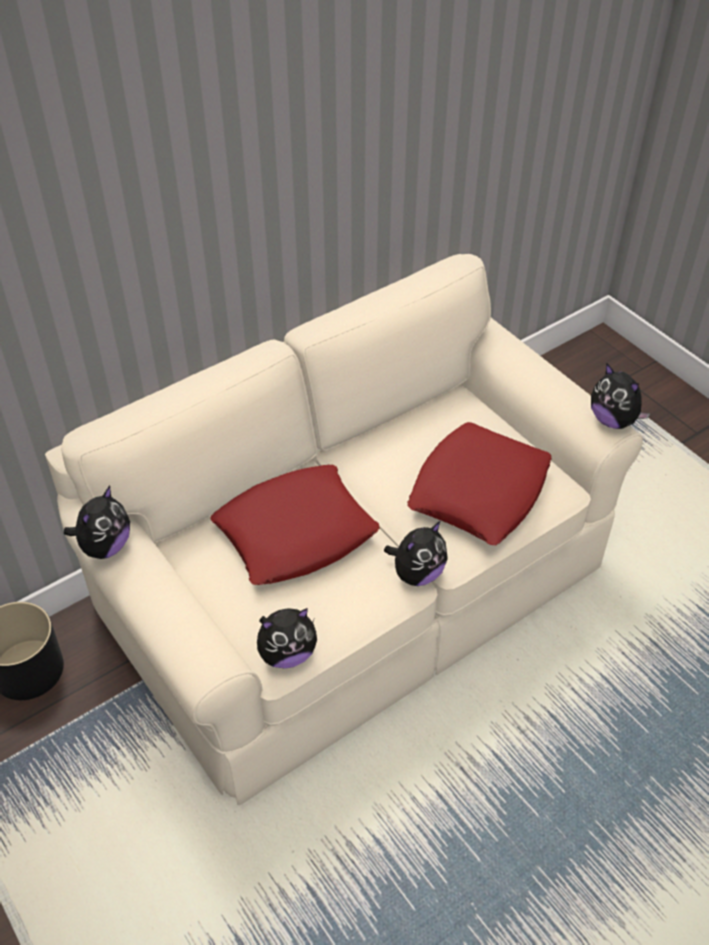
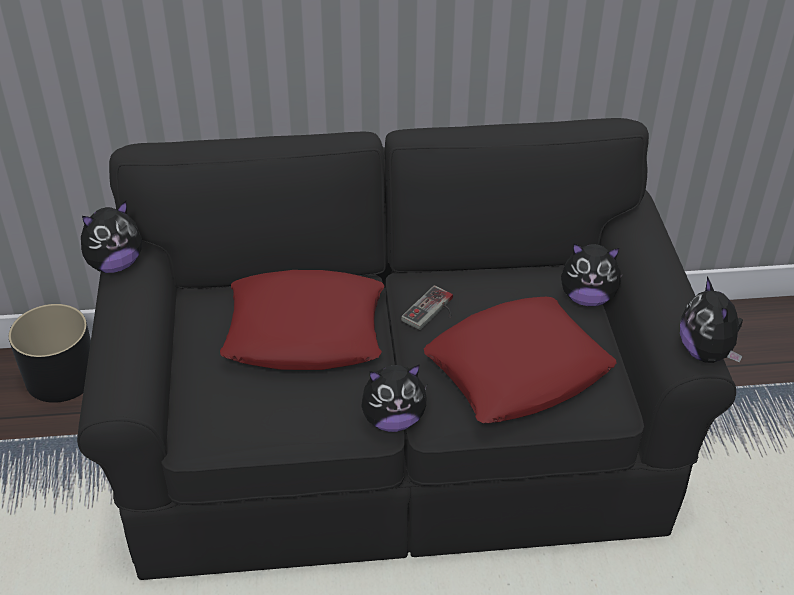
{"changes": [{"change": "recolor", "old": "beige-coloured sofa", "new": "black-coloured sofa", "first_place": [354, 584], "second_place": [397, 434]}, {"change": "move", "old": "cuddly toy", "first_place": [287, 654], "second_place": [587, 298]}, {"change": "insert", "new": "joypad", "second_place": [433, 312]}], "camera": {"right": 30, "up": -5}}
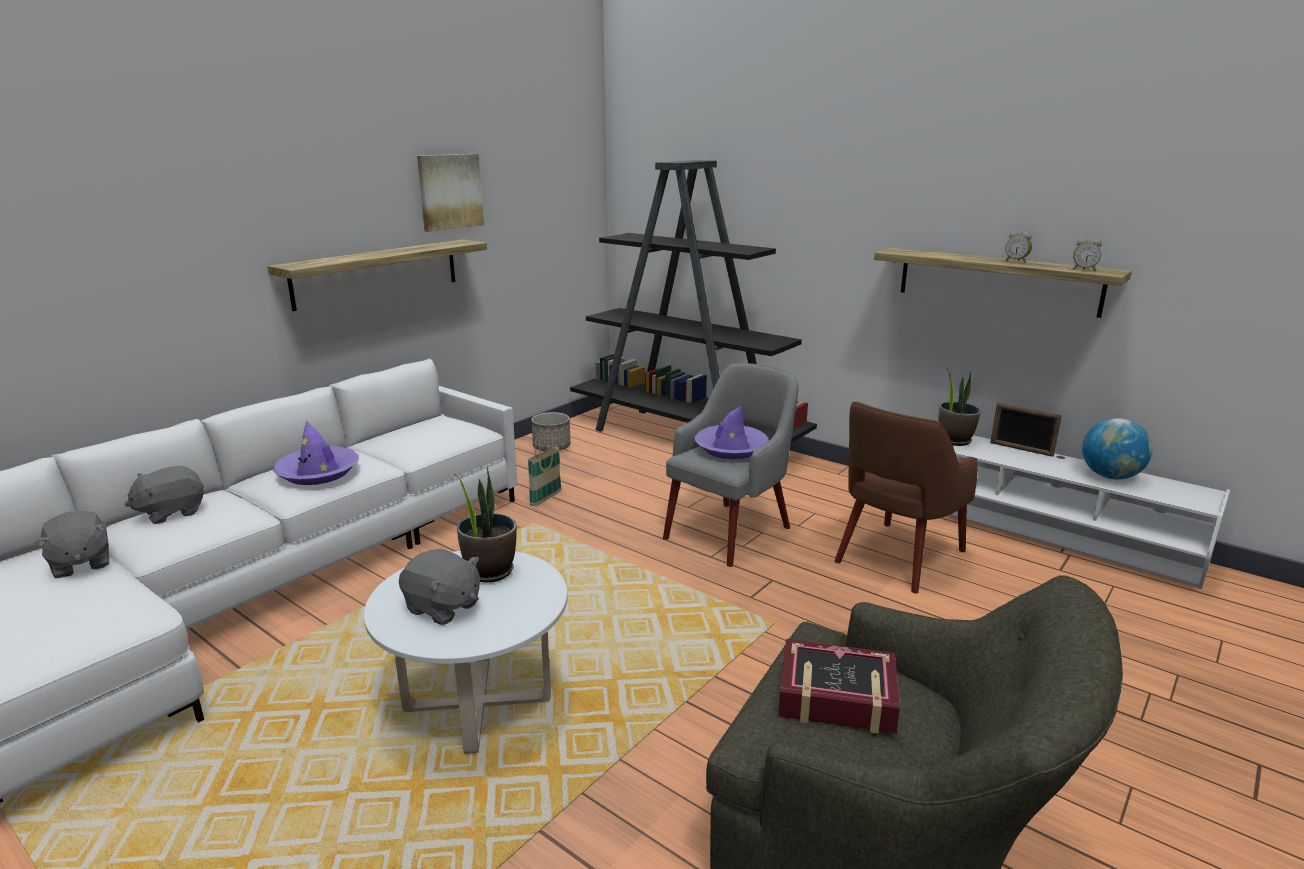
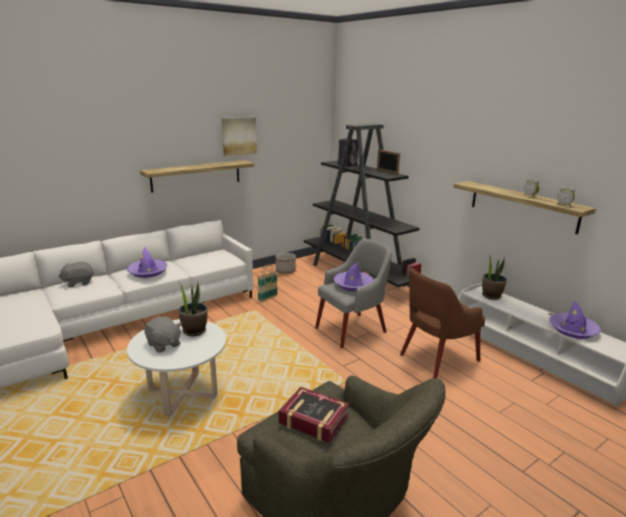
{"changes": [{"change": "delete", "old": "grey cuddly toy", "first_place": [80, 564]}, {"change": "move", "old": "photo frame", "first_place": [1021, 449], "second_place": [387, 172]}, {"change": "replace", "old": "globe", "new": "purplish clothing hat", "first_place": [1110, 476], "second_place": [573, 330]}, {"change": "insert", "new": "black-coloured audio speaker", "second_place": [347, 165]}], "camera": {"right": 15, "up": 0}}
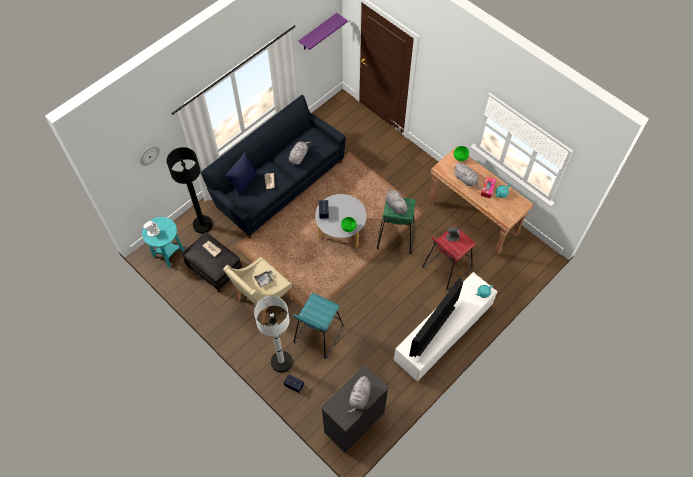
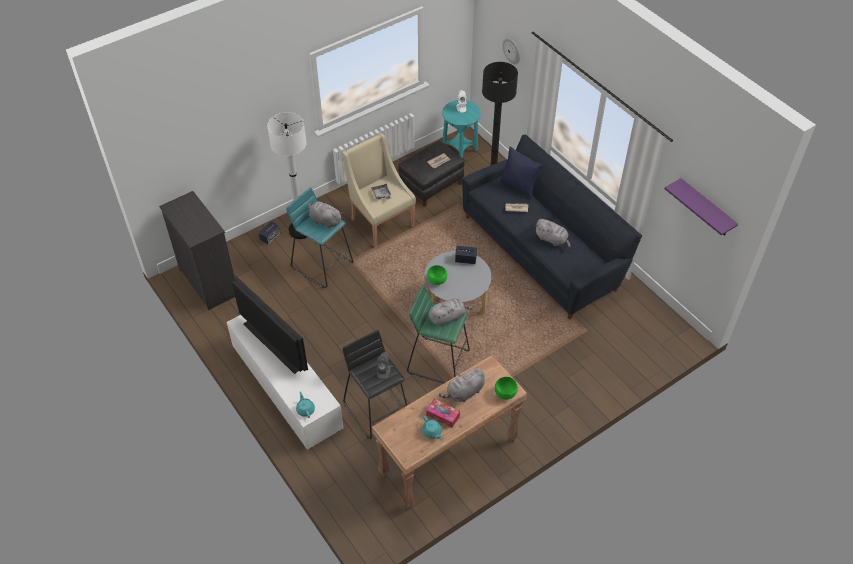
{"changes": [{"change": "move", "old": "grey cuddly toy", "first_place": [360, 397], "second_place": [324, 221]}, {"change": "recolor", "old": "red-coloured sitting stool", "new": "black-coloured sitting stool", "first_place": [446, 268], "second_place": [377, 410]}], "camera": {"right": 100, "up": -10}}
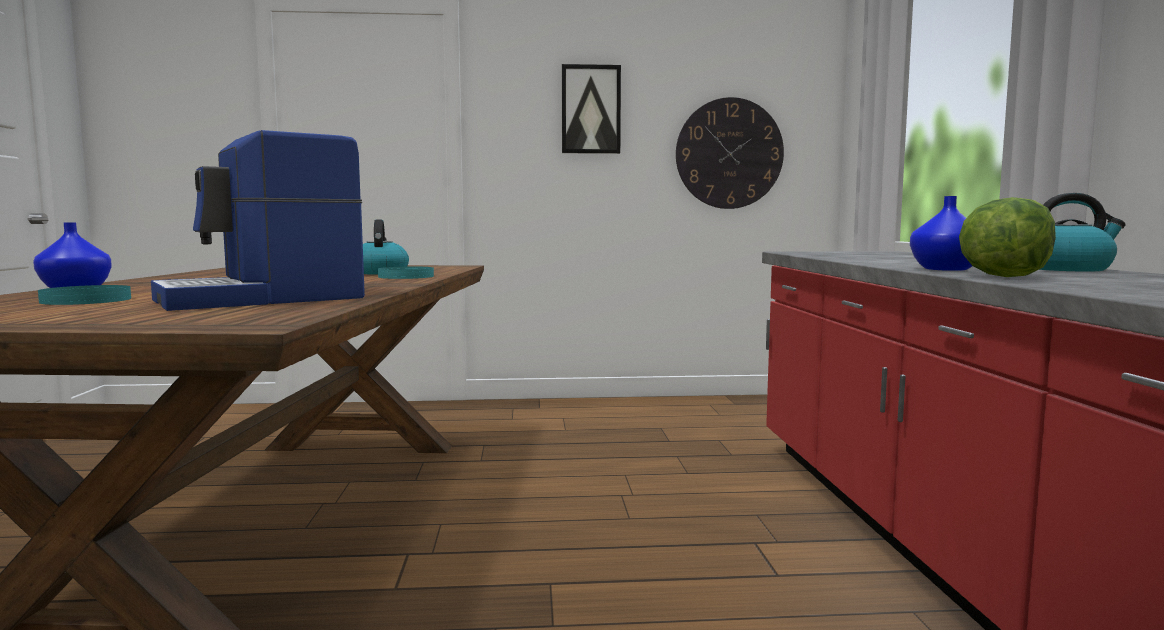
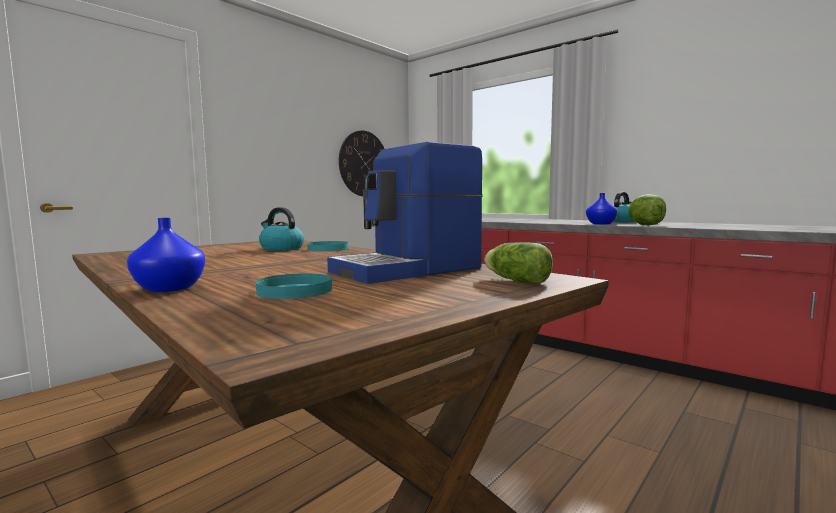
{"changes": [{"change": "rotate", "old": "coffee machine", "first_place": [263, 299], "second_place": [409, 270], "degrees": 45}, {"change": "delete", "old": "wall picture", "first_place": [590, 109]}, {"change": "insert", "new": "lettuce head", "second_place": [515, 280]}], "camera": {"right": -45, "up": 0}}
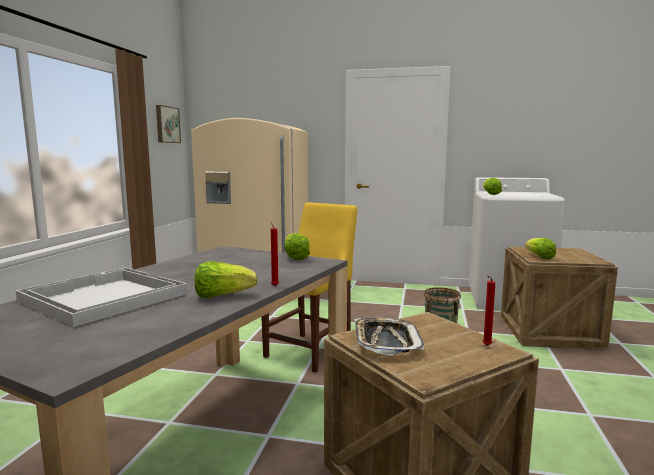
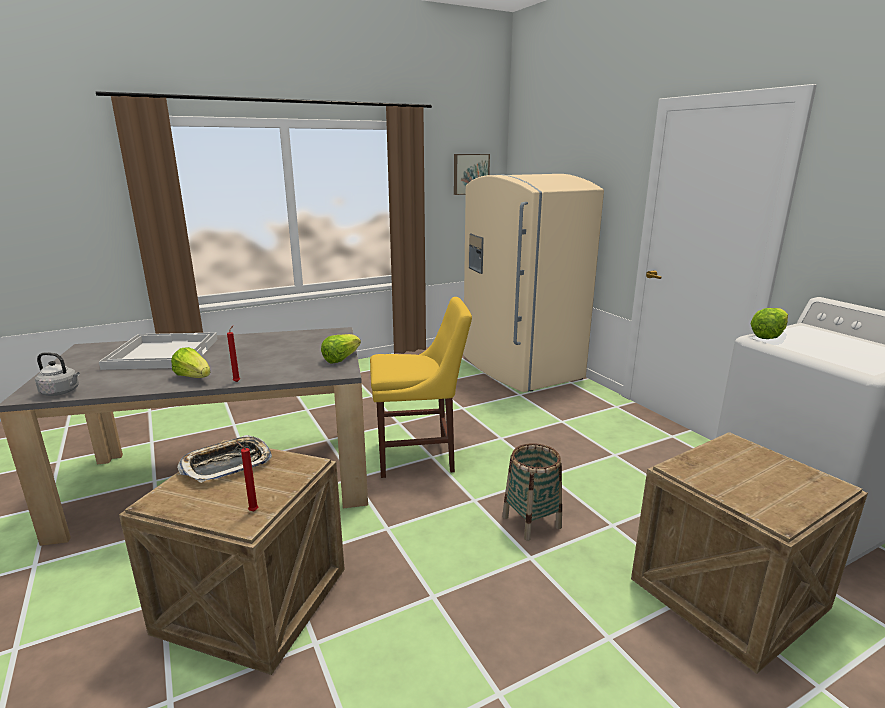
{"changes": [{"change": "delete", "old": "lettuce head", "first_place": [539, 257]}, {"change": "insert", "new": "grey kettle", "second_place": [62, 392]}], "camera": {"right": 50, "up": 10}}
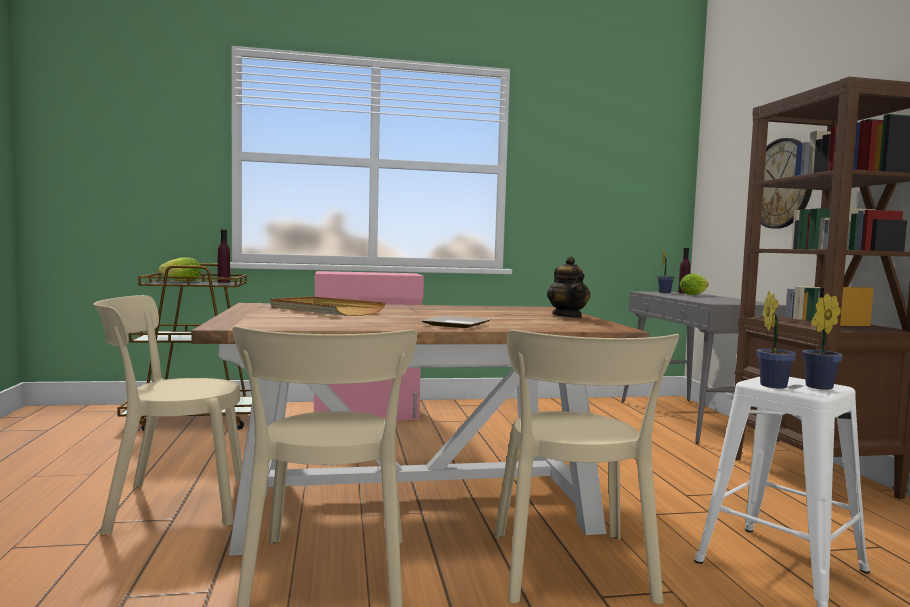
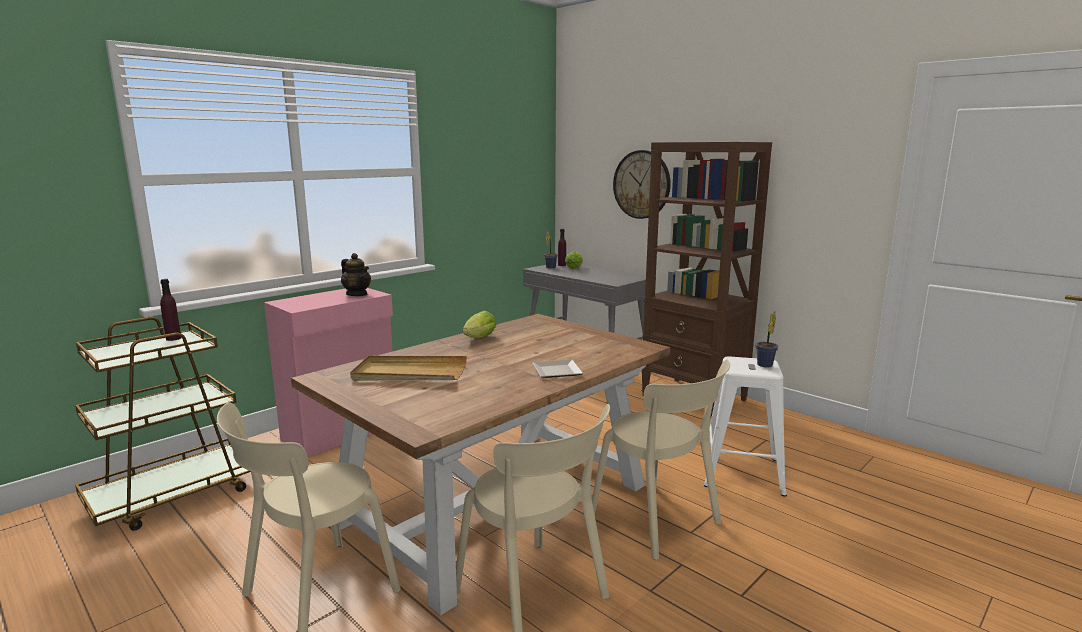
{"changes": [{"change": "move", "old": "lettuce head", "first_place": [179, 281], "second_place": [478, 338]}, {"change": "move", "old": "teapot", "first_place": [567, 316], "second_place": [357, 294]}, {"change": "delete", "old": "potted plant", "first_place": [772, 385]}], "camera": {"right": -35, "up": 10}}
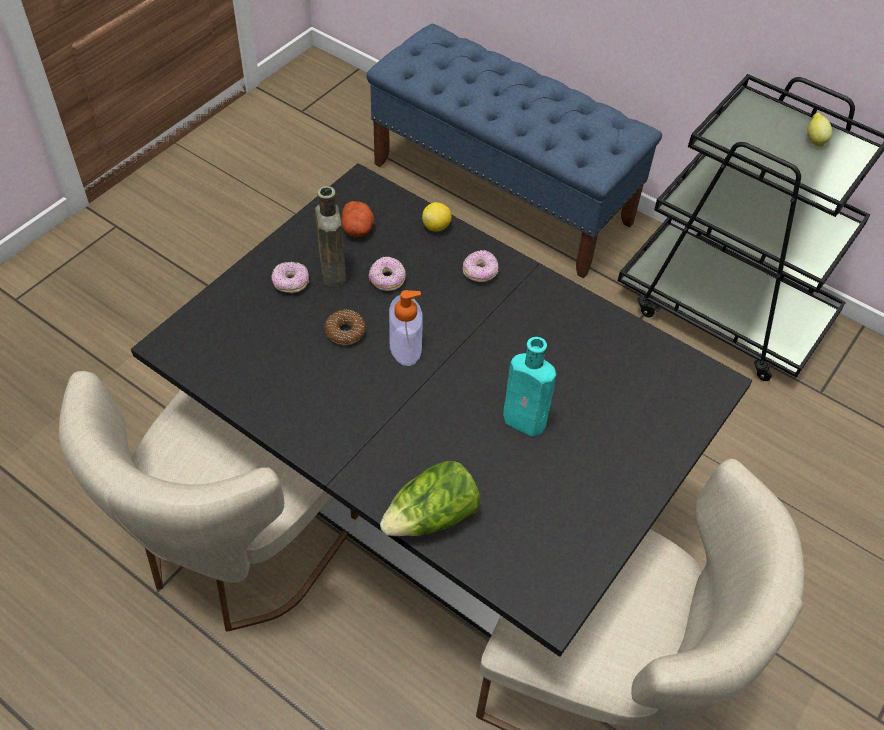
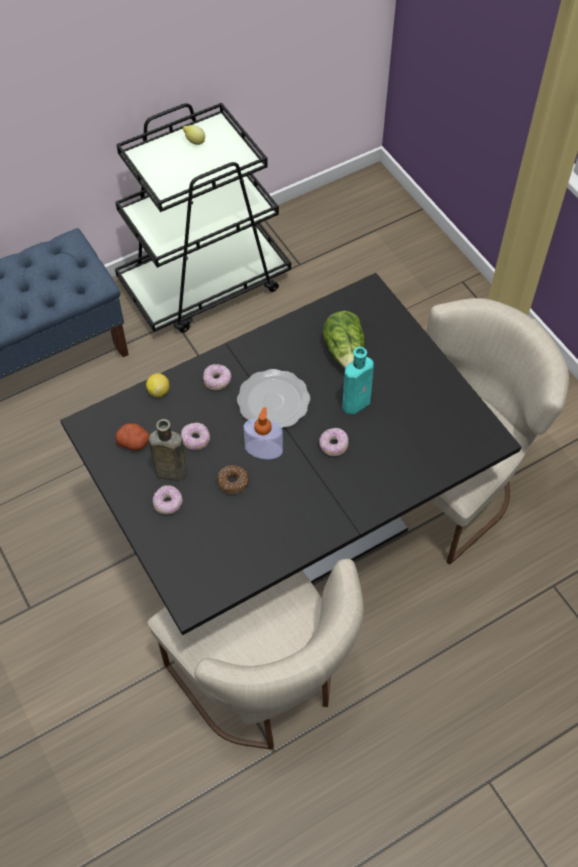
{"changes": [{"change": "move", "old": "lettuce head", "first_place": [432, 517], "second_place": [345, 351]}, {"change": "insert", "new": "dinner plate", "second_place": [272, 401]}, {"change": "insert", "new": "ring doughnut", "second_place": [333, 445]}], "camera": {"right": -65, "up": 5}}
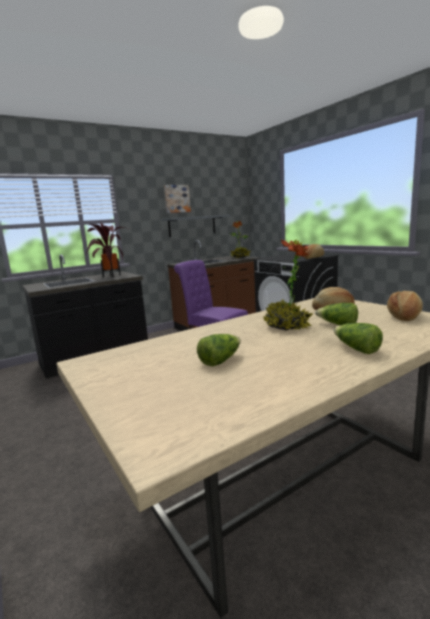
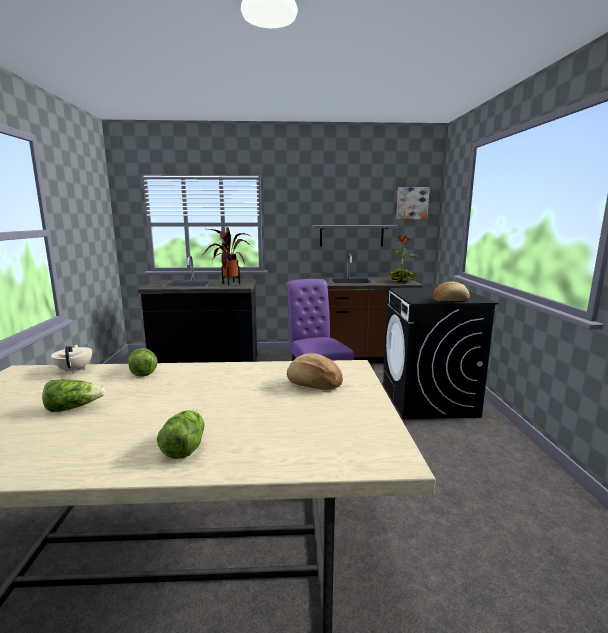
{"changes": [{"change": "move", "old": "wall picture", "first_place": [176, 198], "second_place": [412, 203]}, {"change": "delete", "old": "potted plant", "first_place": [287, 326]}, {"change": "move", "old": "lettuce head", "first_place": [338, 325], "second_place": [142, 371]}, {"change": "delete", "old": "bread", "first_place": [405, 316]}, {"change": "insert", "new": "beige-coloured teapot", "second_place": [75, 370]}], "camera": {"right": 30, "up": 0}}
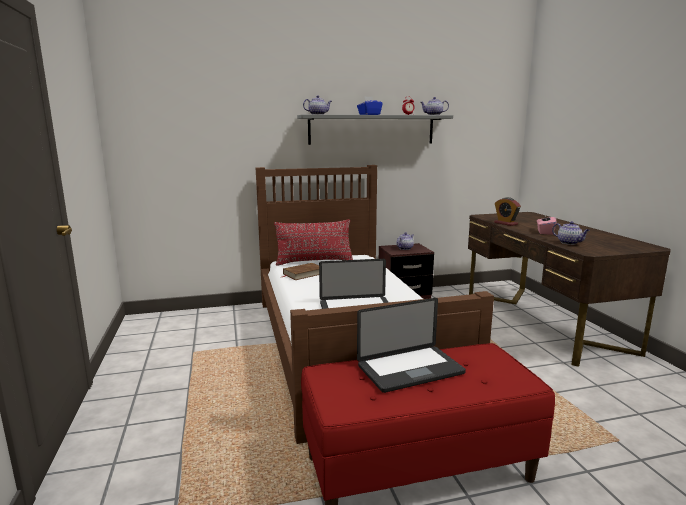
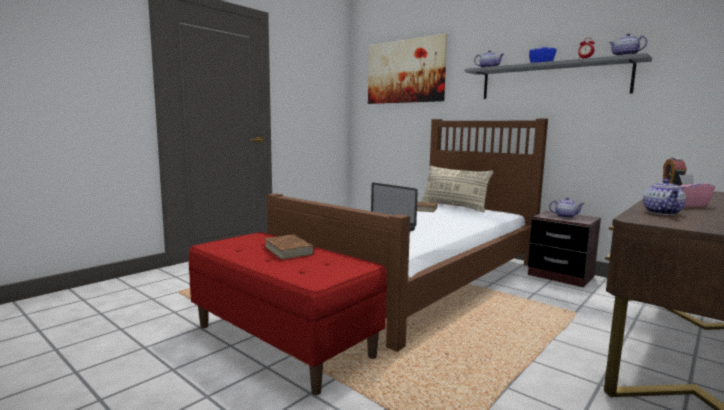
{"changes": [{"change": "recolor", "old": "red-coloured throw pillow", "new": "beige-coloured throw pillow", "first_place": [314, 261], "second_place": [453, 206]}, {"change": "replace", "old": "laptop", "new": "brown book", "first_place": [410, 370], "second_place": [288, 250]}, {"change": "insert", "new": "wall picture", "second_place": [405, 71]}], "camera": {"right": 55, "up": -5}}
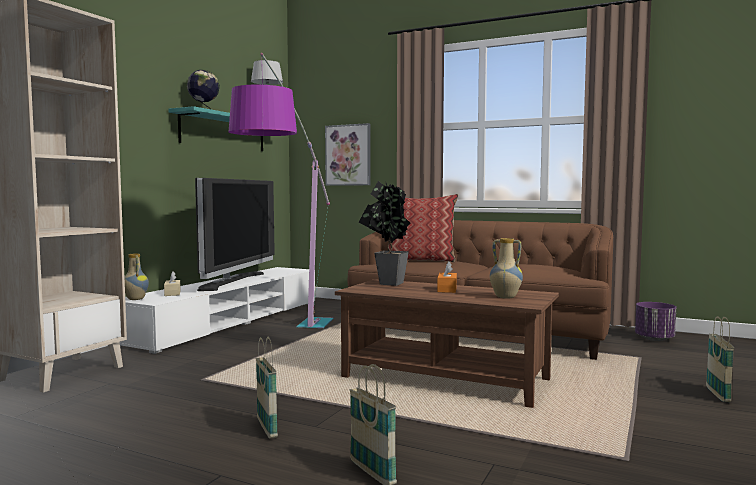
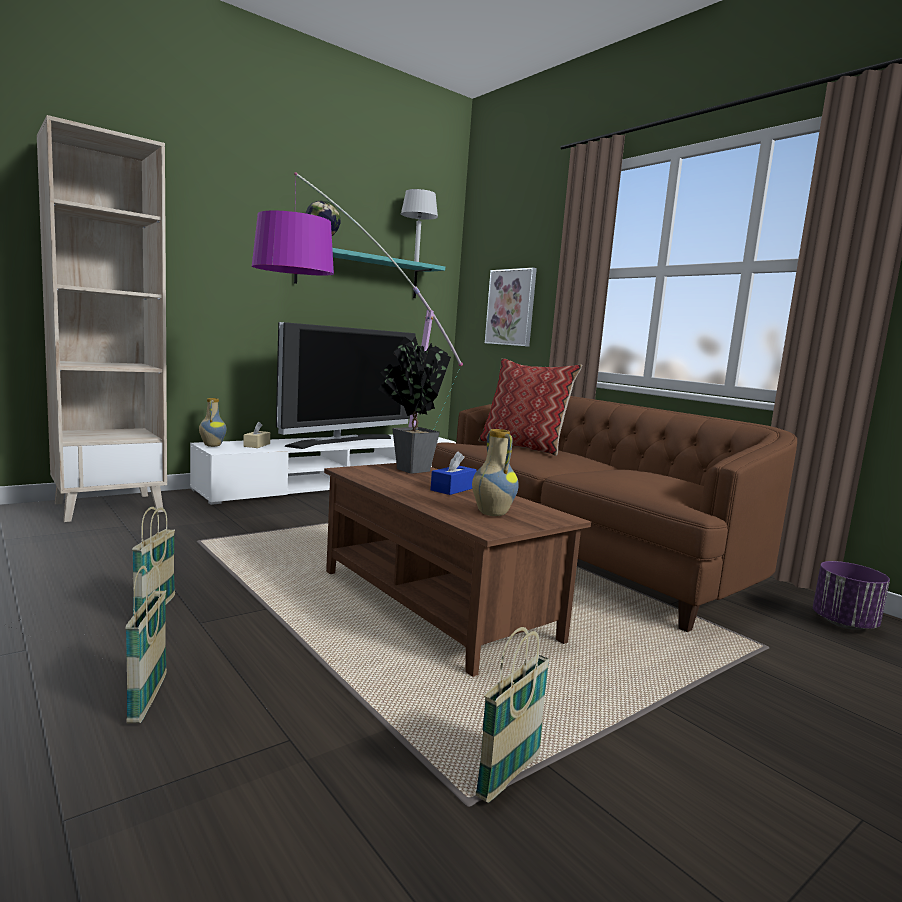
{"changes": [{"change": "recolor", "old": "orange tissue box", "new": "blue-coloured tissue box", "first_place": [447, 289], "second_place": [453, 489]}, {"change": "move", "old": "storage basket", "first_place": [717, 395], "second_place": [509, 777]}], "camera": {"right": 25, "up": 5}}
